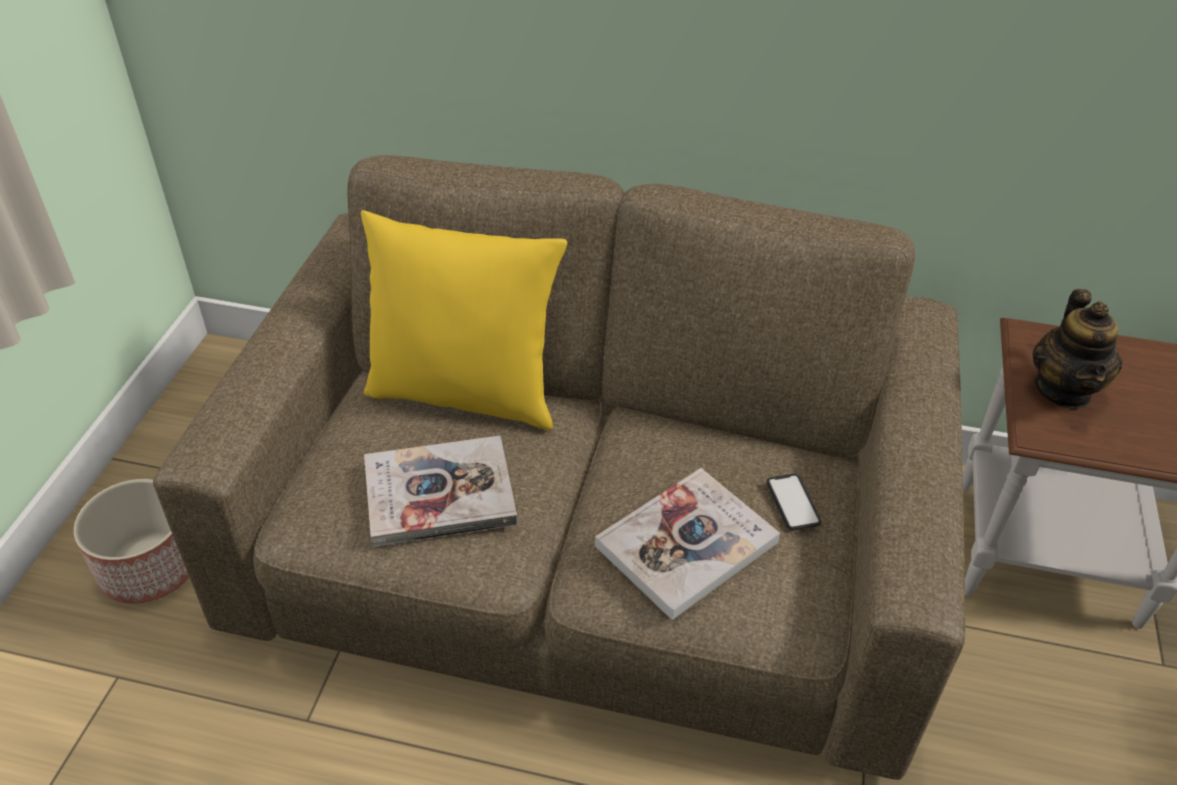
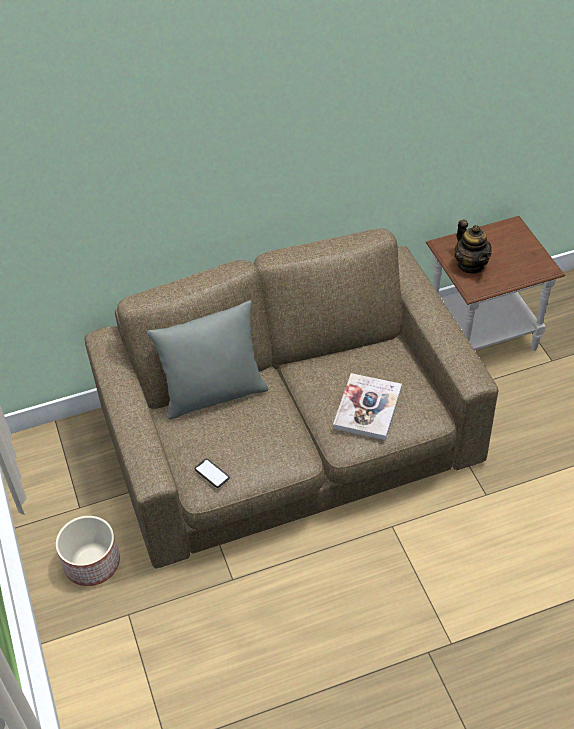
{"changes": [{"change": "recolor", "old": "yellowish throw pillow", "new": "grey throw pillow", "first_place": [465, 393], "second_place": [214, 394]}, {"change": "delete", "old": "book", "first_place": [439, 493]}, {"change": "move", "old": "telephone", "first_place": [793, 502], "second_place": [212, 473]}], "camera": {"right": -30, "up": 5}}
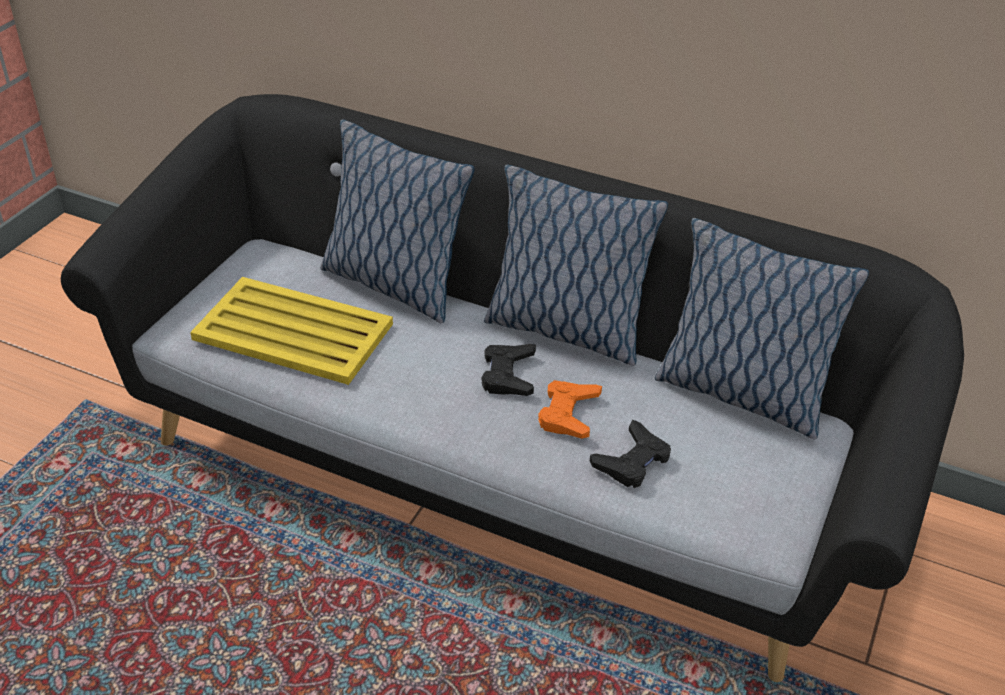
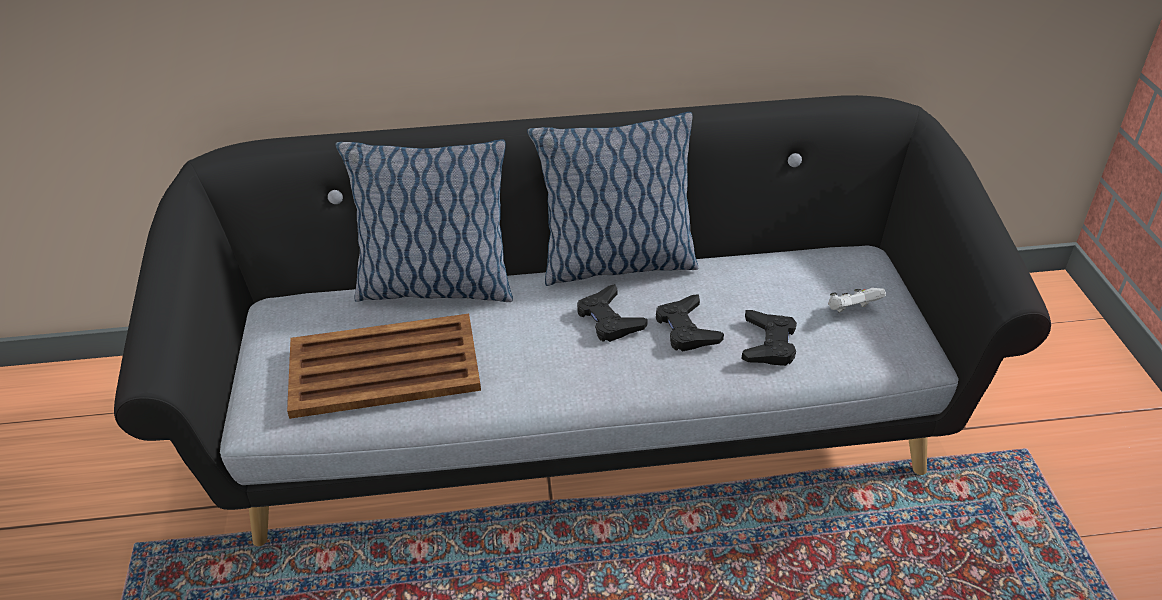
{"changes": [{"change": "recolor", "old": "yellowish tray", "new": "brown tray", "first_place": [292, 331], "second_place": [382, 367]}, {"change": "recolor", "old": "orange joypad", "new": "black-coloured joypad", "first_place": [568, 414], "second_place": [686, 329]}, {"change": "delete", "old": "throw pillow", "first_place": [740, 393]}, {"change": "insert", "new": "white-coloured joypad", "second_place": [851, 310]}], "camera": {"right": -30, "up": 0}}
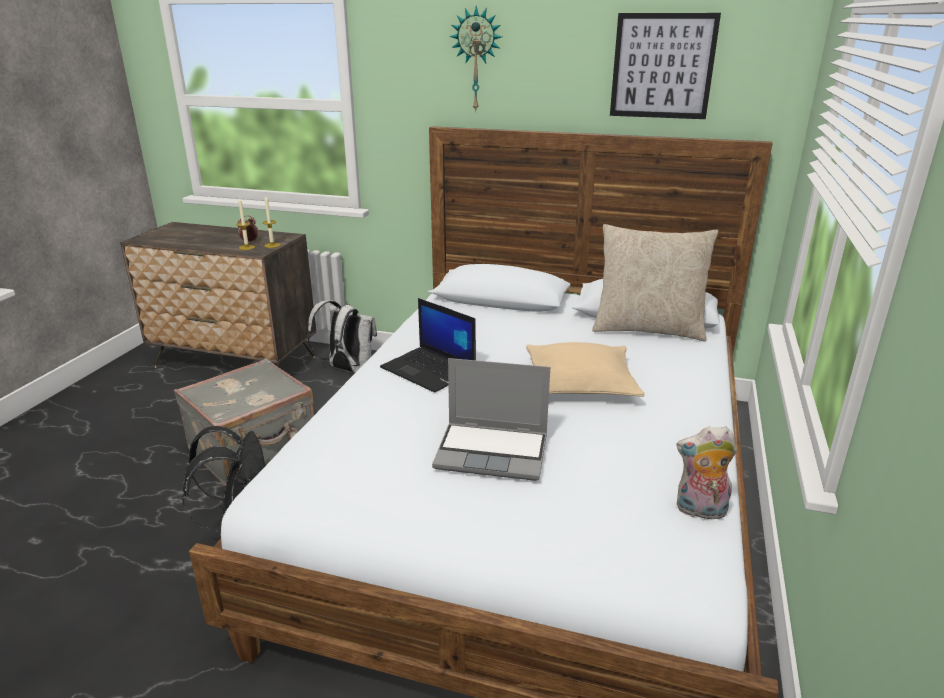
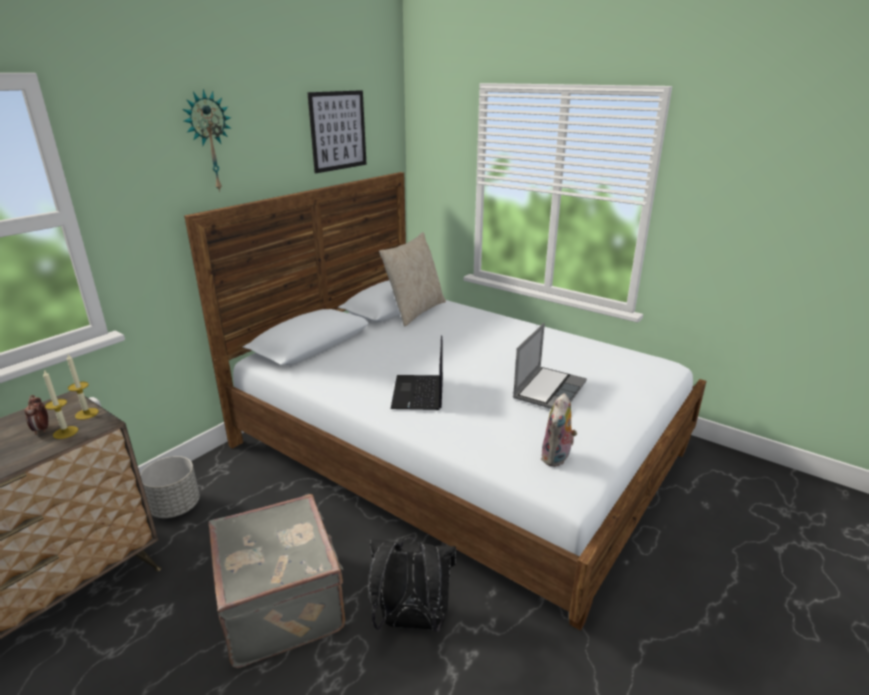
{"changes": [{"change": "replace", "old": "white-coloured rucksack", "new": "grey plant pot", "first_place": [347, 369], "second_place": [175, 507]}, {"change": "rotate", "old": "laptop", "first_place": [429, 370], "second_place": [419, 393], "degrees": 120}, {"change": "delete", "old": "beige-coloured throw pillow", "first_place": [580, 383]}, {"change": "move", "old": "cuddly toy", "first_place": [700, 511], "second_place": [557, 458]}], "camera": {"right": -70, "up": 0}}
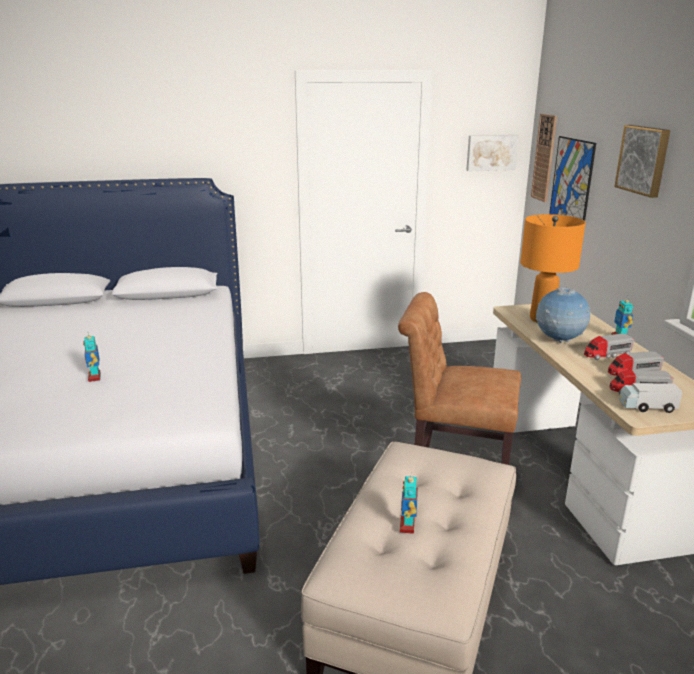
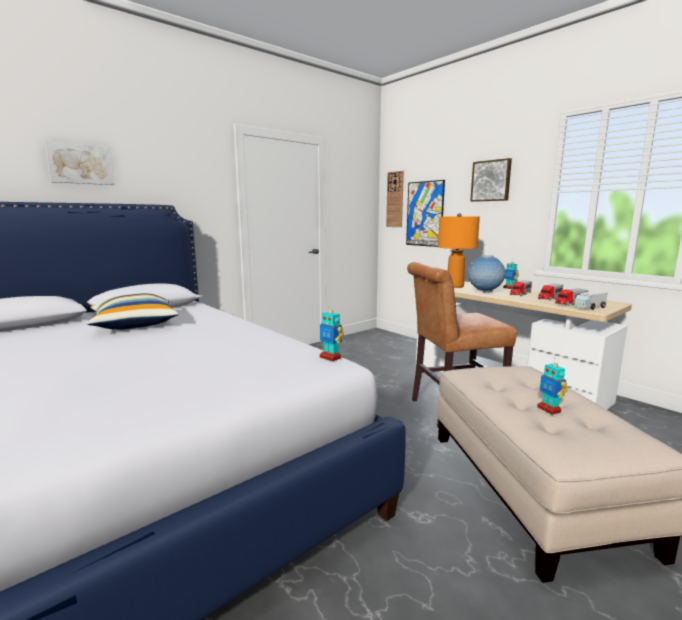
{"changes": [{"change": "move", "old": "toy robot", "first_place": [95, 377], "second_place": [330, 357]}, {"change": "move", "old": "wall picture", "first_place": [491, 152], "second_place": [80, 164]}, {"change": "insert", "new": "throw pillow", "second_place": [134, 324]}], "camera": {"right": -30, "up": -10}}
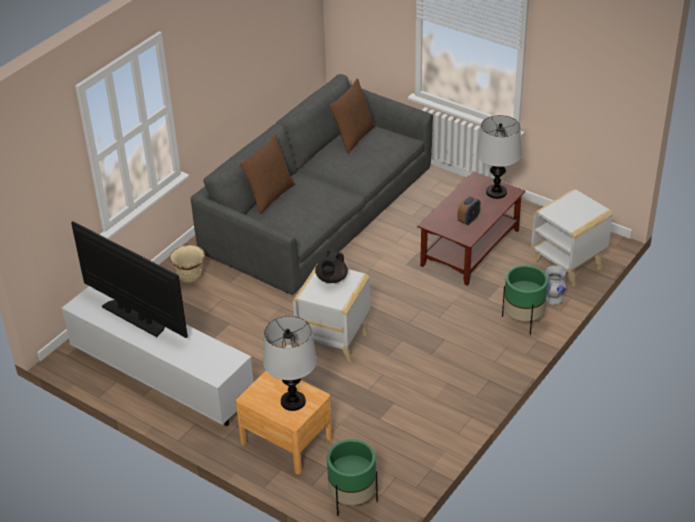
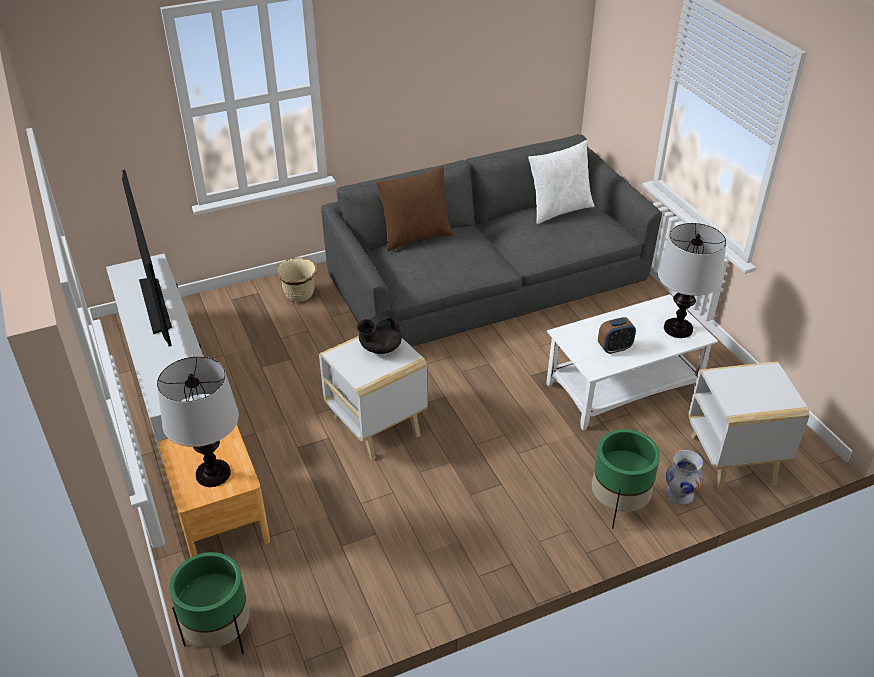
{"changes": [{"change": "recolor", "old": "brown throw pillow", "new": "white-coloured throw pillow", "first_place": [353, 137], "second_place": [559, 210]}, {"change": "recolor", "old": "brown lounge table", "new": "white-coloured lounge table", "first_place": [470, 247], "second_place": [623, 386]}], "camera": {"right": 30, "up": 0}}
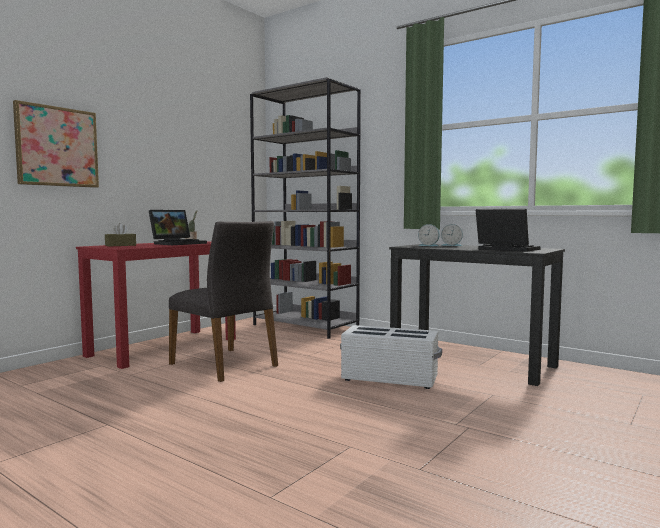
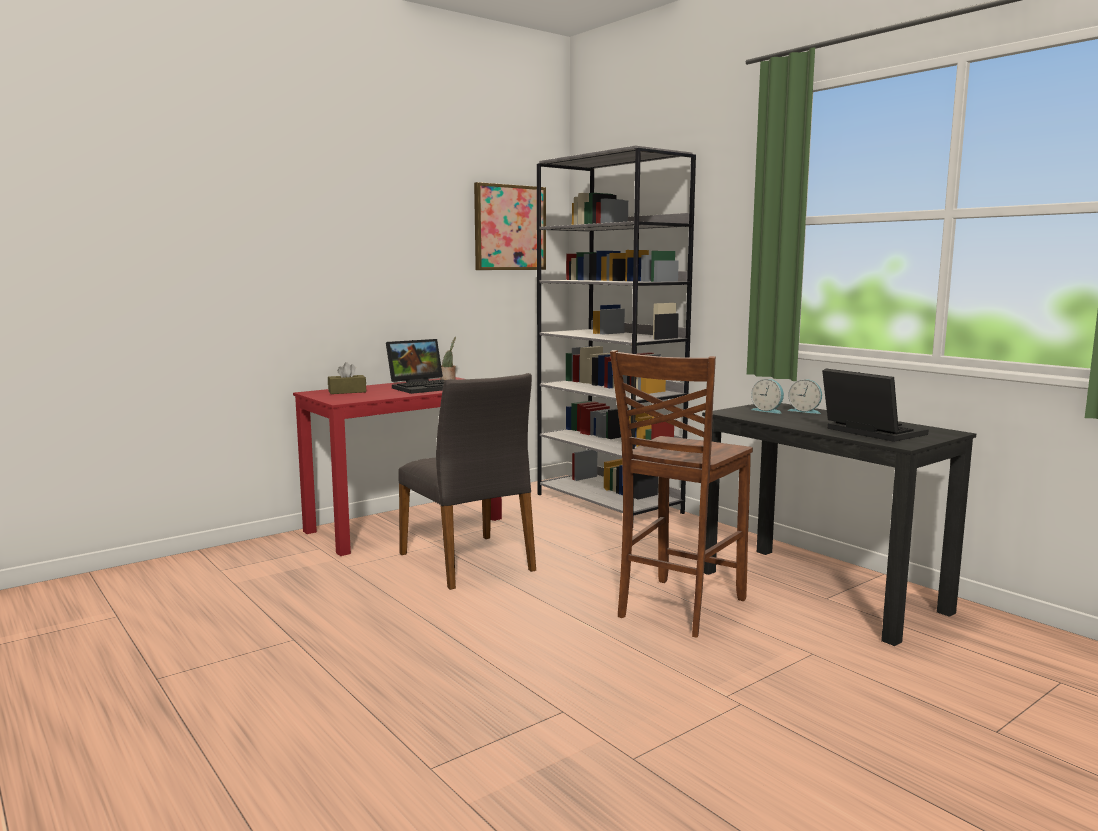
{"changes": [{"change": "move", "old": "wall picture", "first_place": [57, 147], "second_place": [509, 228]}, {"change": "replace", "old": "white-coloured storage box", "new": "brown chair", "first_place": [389, 378], "second_place": [677, 608]}], "camera": {"right": 15, "up": 5}}
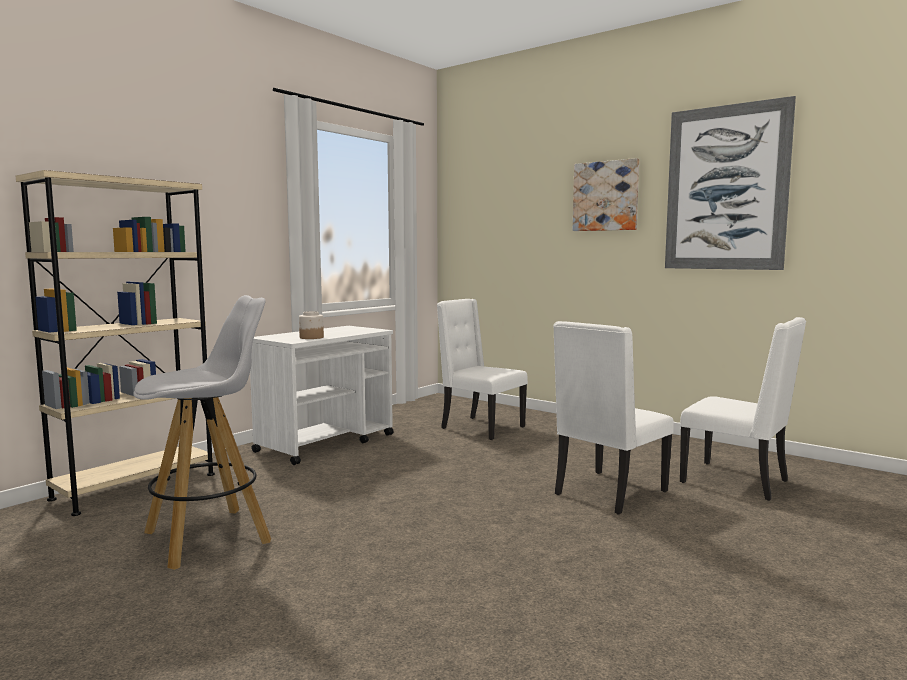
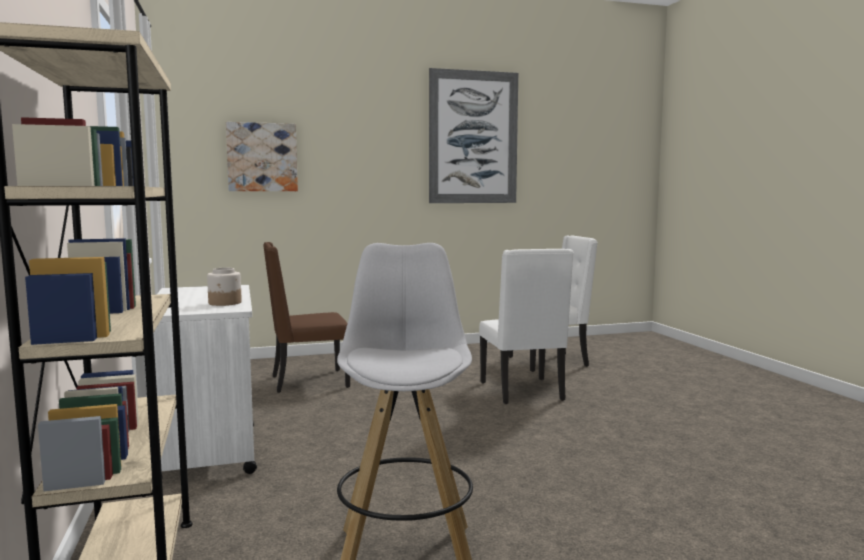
{"changes": [{"change": "recolor", "old": "white-coloured chair", "new": "brown chair", "first_place": [480, 428], "second_place": [307, 381]}, {"change": "move", "old": "wall picture", "first_place": [605, 196], "second_place": [262, 157]}], "camera": {"right": -55, "up": 0}}
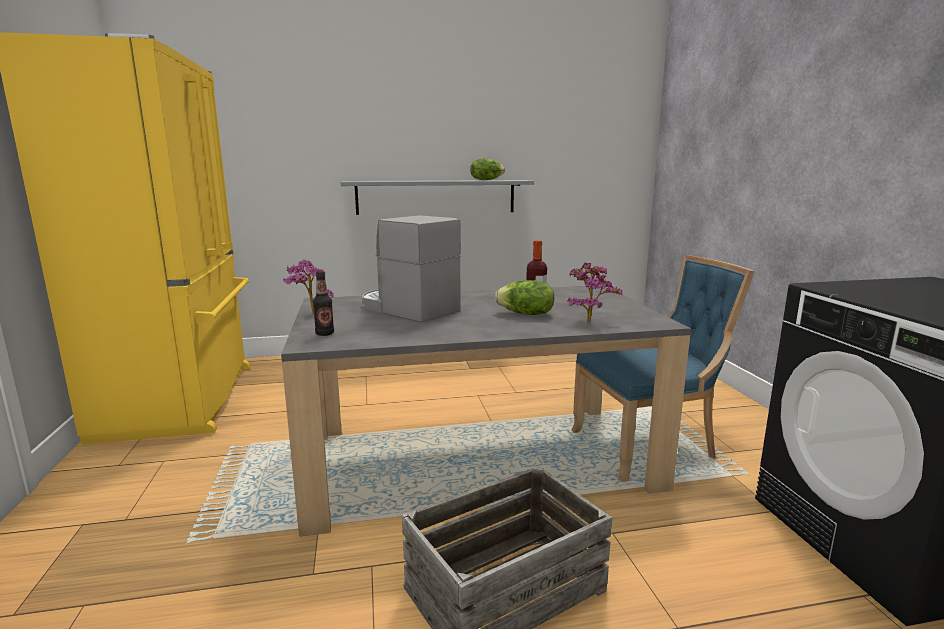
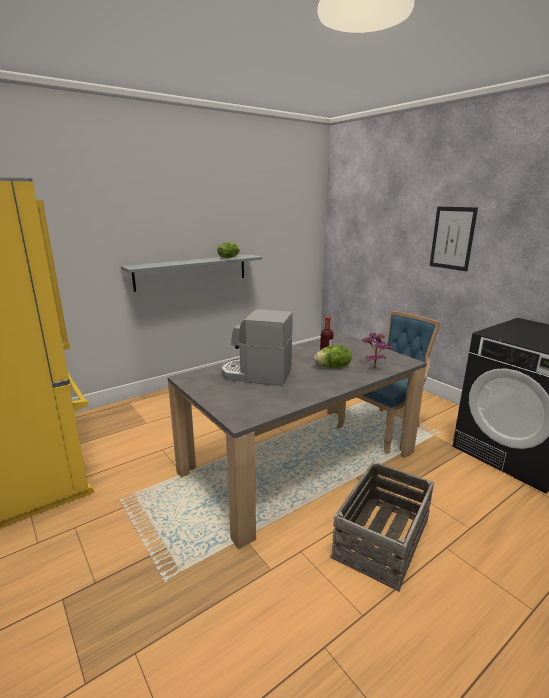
{"changes": [{"change": "delete", "old": "potted plant", "first_place": [310, 314]}, {"change": "delete", "old": "beverage bottle", "first_place": [324, 333]}, {"change": "insert", "new": "wall picture", "second_place": [452, 238]}], "camera": {"right": -25, "up": 5}}
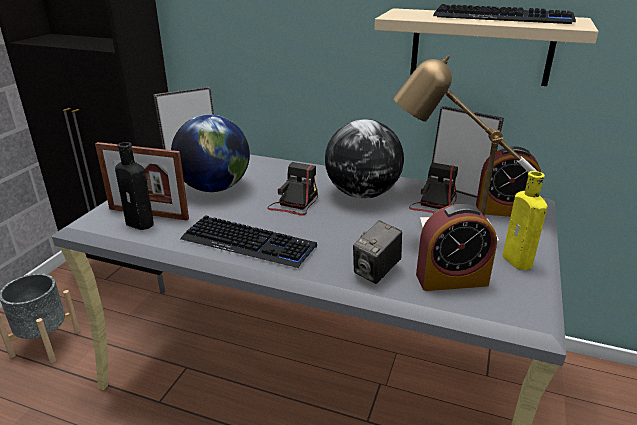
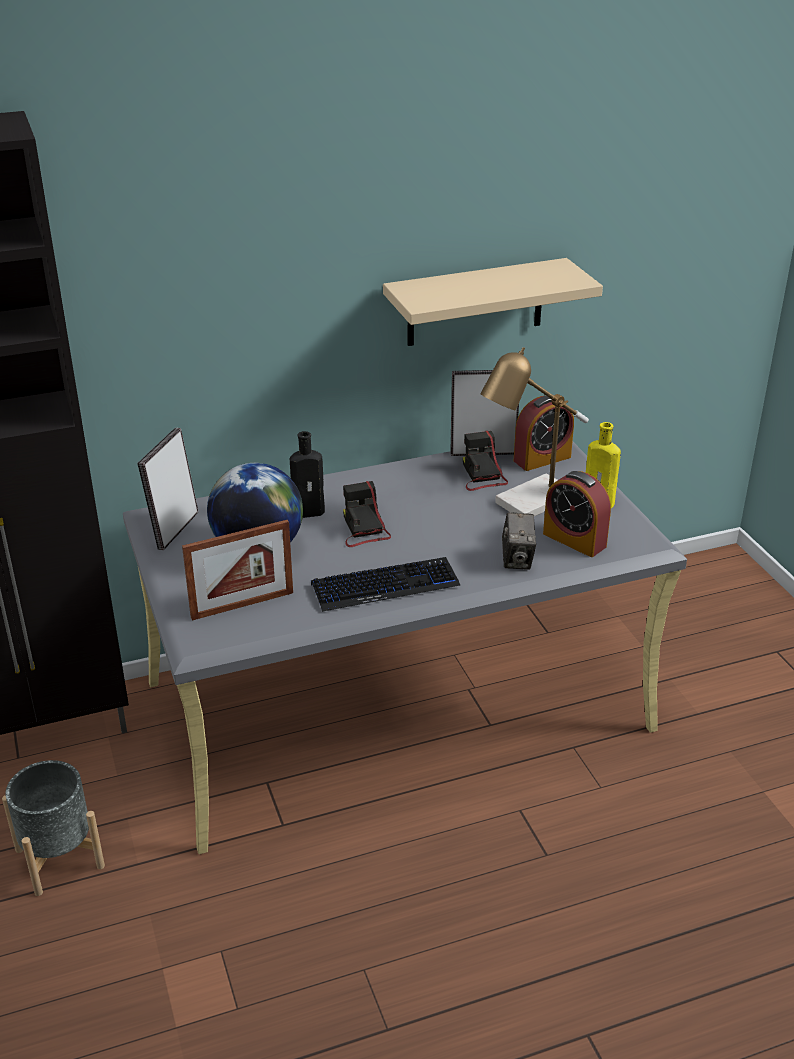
{"changes": [{"change": "move", "old": "black-coloured beverage bottle", "first_place": [141, 224], "second_place": [311, 511]}, {"change": "delete", "old": "globe", "first_place": [362, 194]}, {"change": "rotate", "old": "bedside clock", "first_place": [451, 279], "second_place": [574, 540], "degrees": 90}, {"change": "delete", "old": "PC keyboard", "first_place": [502, 18]}], "camera": {"right": -40, "up": 5}}
